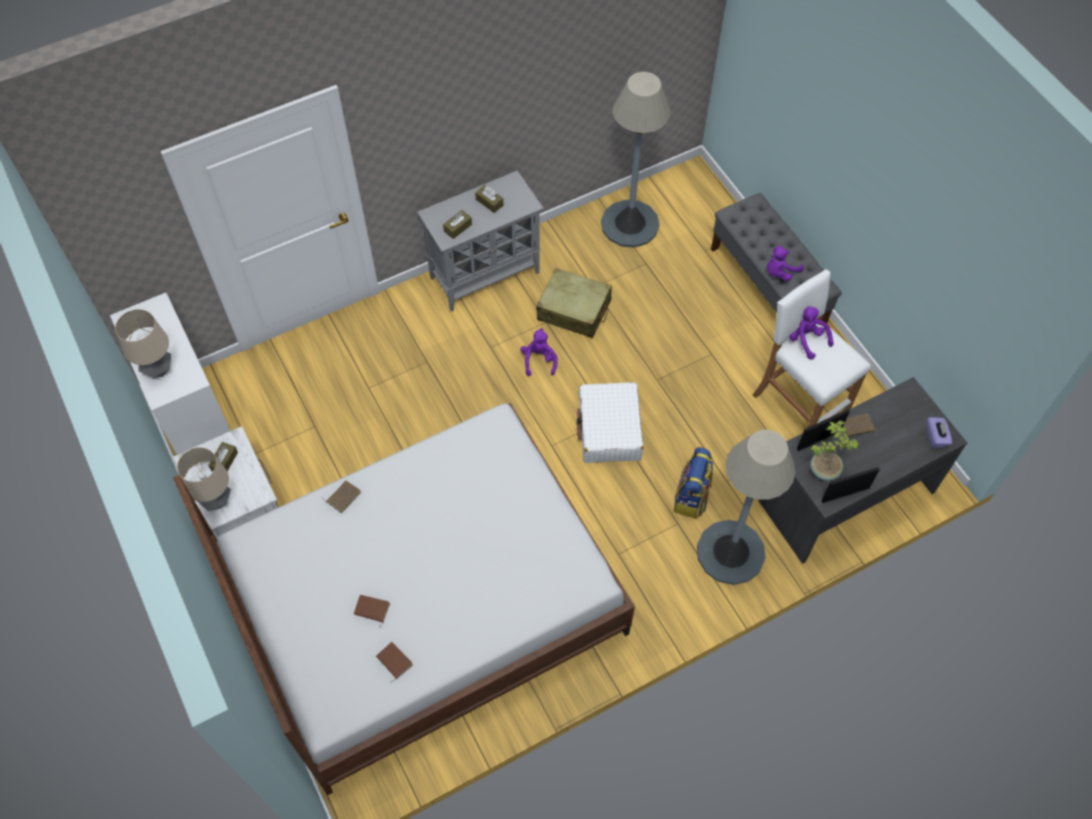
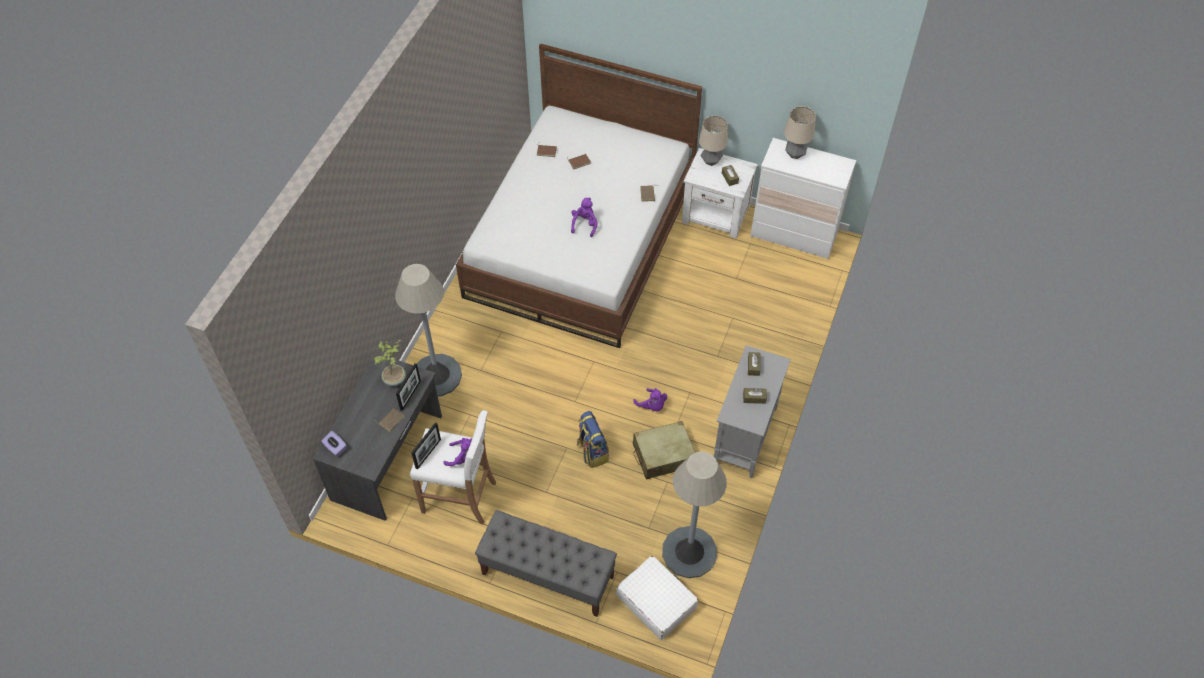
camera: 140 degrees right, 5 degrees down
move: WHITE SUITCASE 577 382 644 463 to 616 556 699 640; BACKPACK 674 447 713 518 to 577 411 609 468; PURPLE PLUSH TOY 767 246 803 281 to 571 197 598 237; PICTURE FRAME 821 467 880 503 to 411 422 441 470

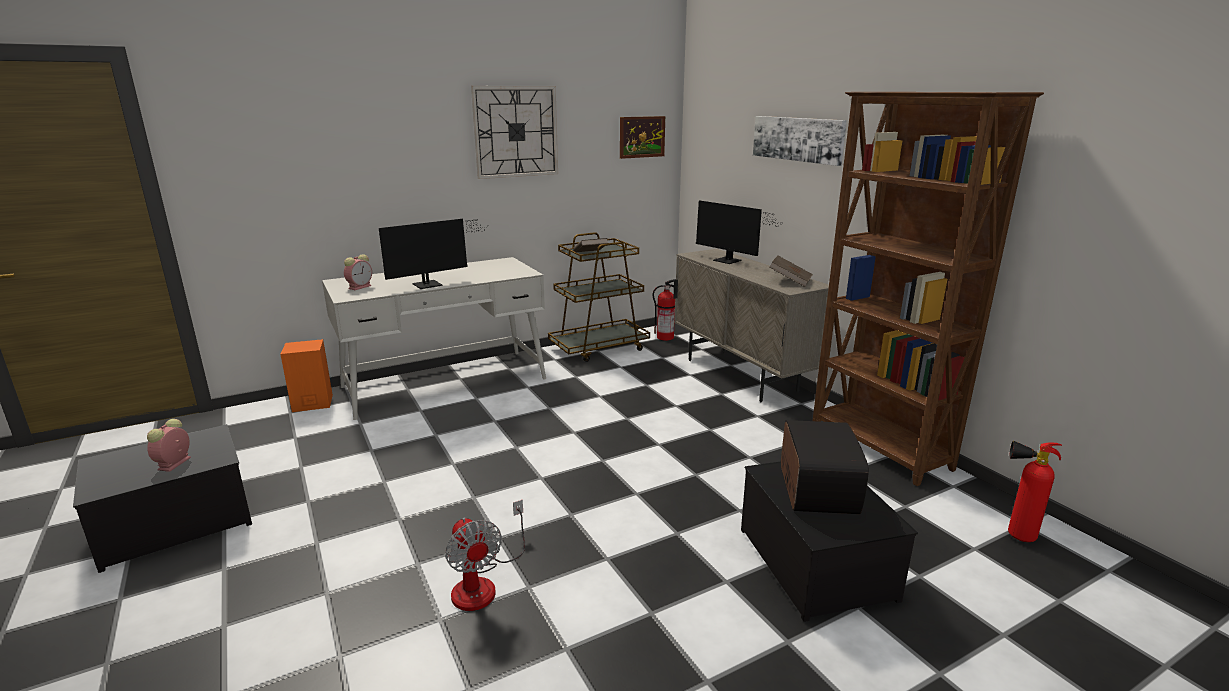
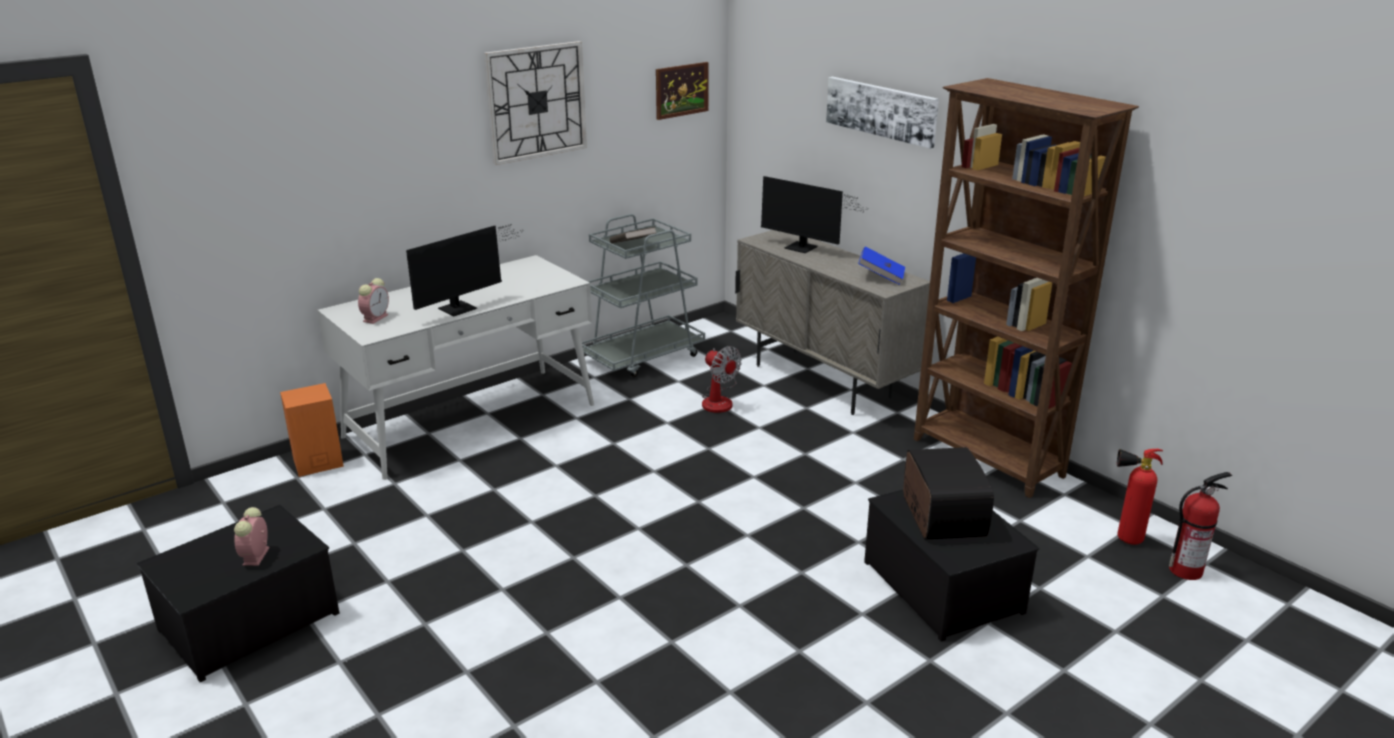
camera: 10 degrees left, 5 degrees up
move: FAN 445 500 525 611 to 702 346 742 413; FIRE EXTINGUISHER 653 279 676 341 to 1169 472 1232 580
recolor: BROWN CART 548 232 650 362 to GREY CART 582 214 705 377; BROWN BOOK 769 256 813 287 to BLUE BOOK 858 247 905 285

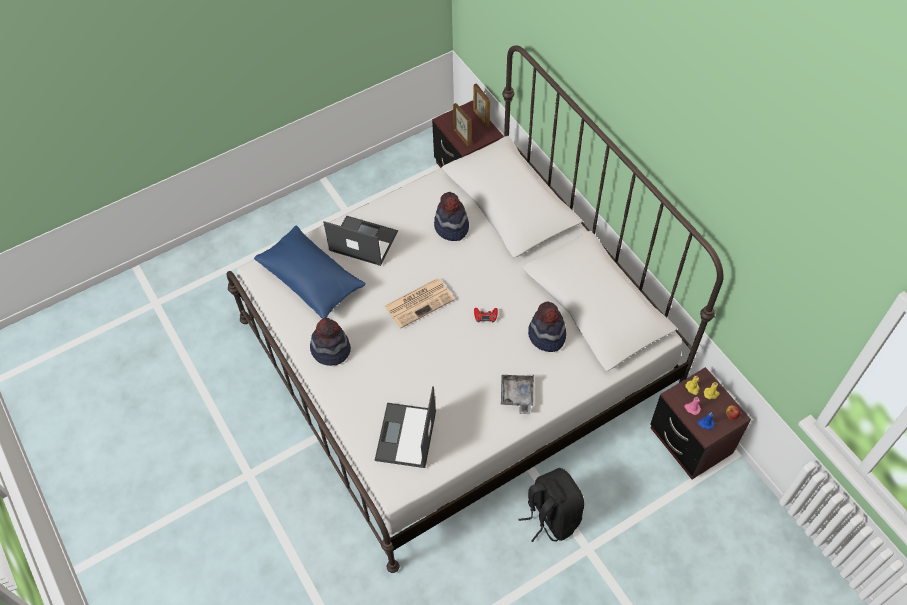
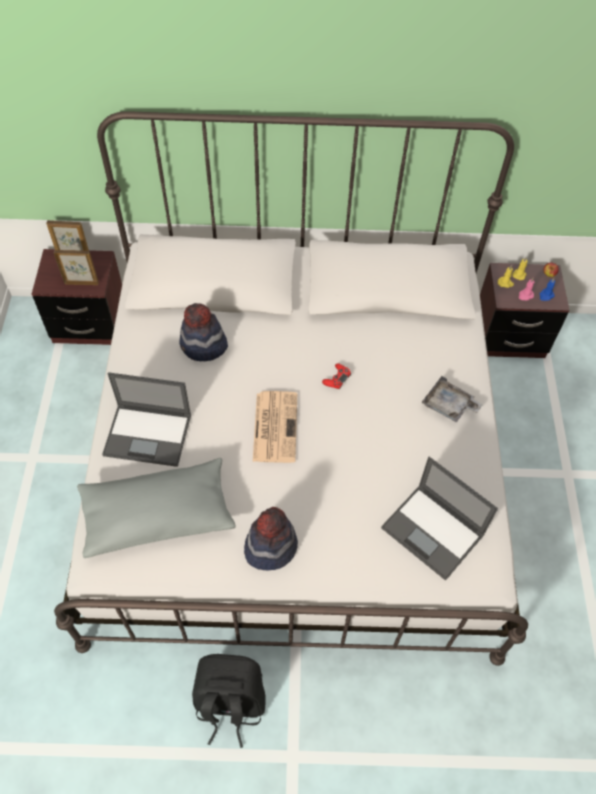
camera: 60 degrees left, 0 degrees up
delete: HAT 528 302 566 352
move: BLACK BACKPACK 518 468 584 542 to 192 654 266 748
recolor: BLUE PILLOW 254 225 366 319 to GREY PILLOW 77 458 236 558
rotate: LAPTOP 323 215 398 266 = 102 372 191 467 135 degrees counterclockwise

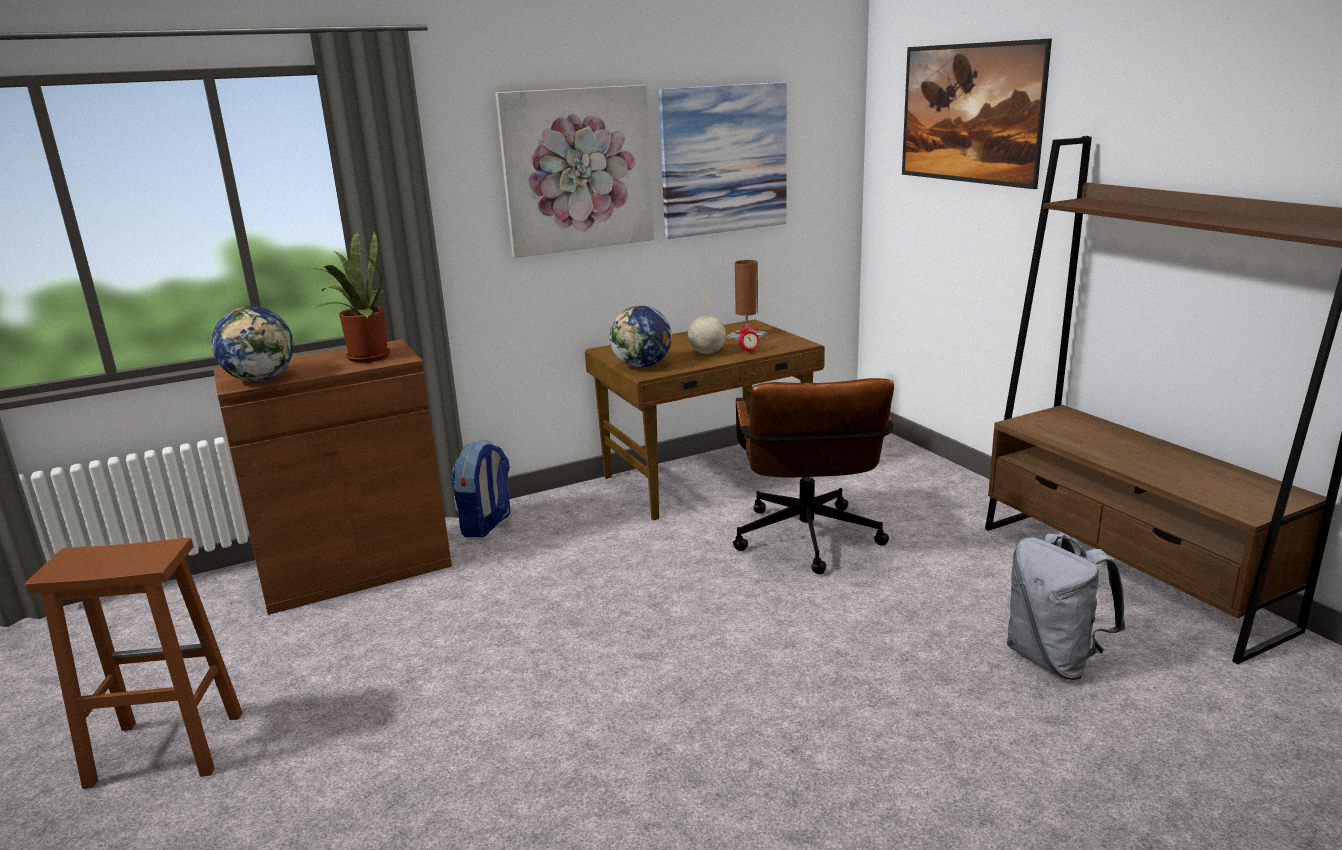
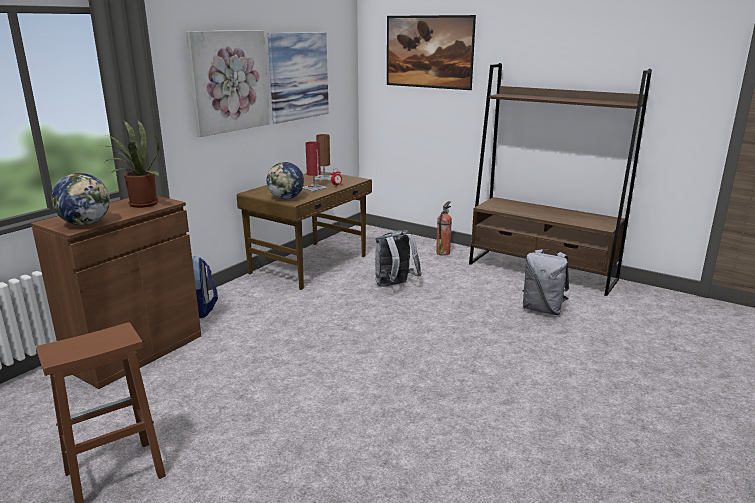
camera: 30 degrees left, 0 degrees up
insert: FIRE EXTINGUISHER 436 201 452 256
replace: GLOBE 688 294 726 354 to RED TABLE LAMP 302 141 327 192; BROWN OFFICE CHAIR 733 378 894 574 to GREY BACKPACK 375 230 422 287

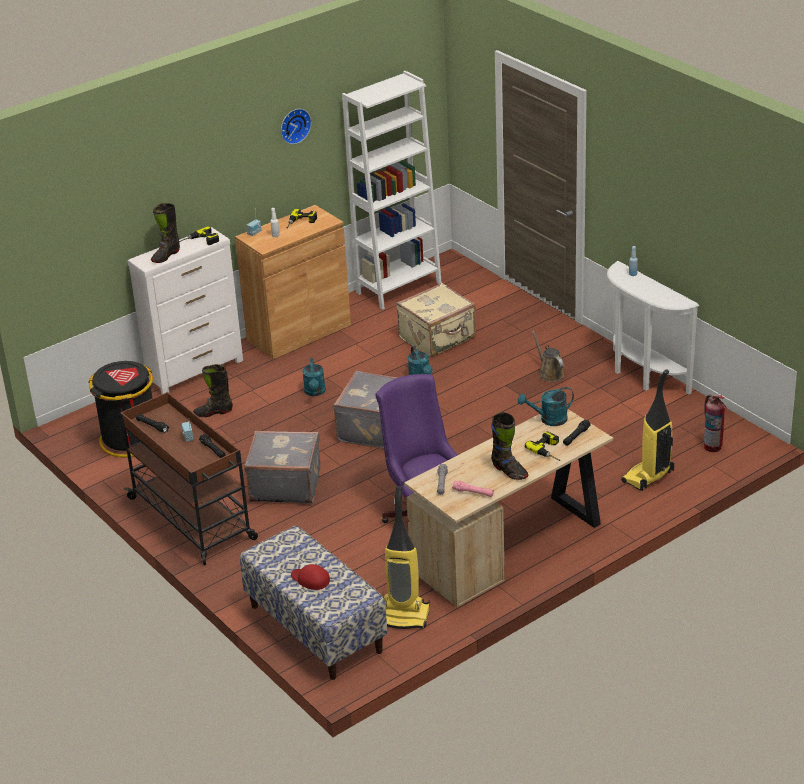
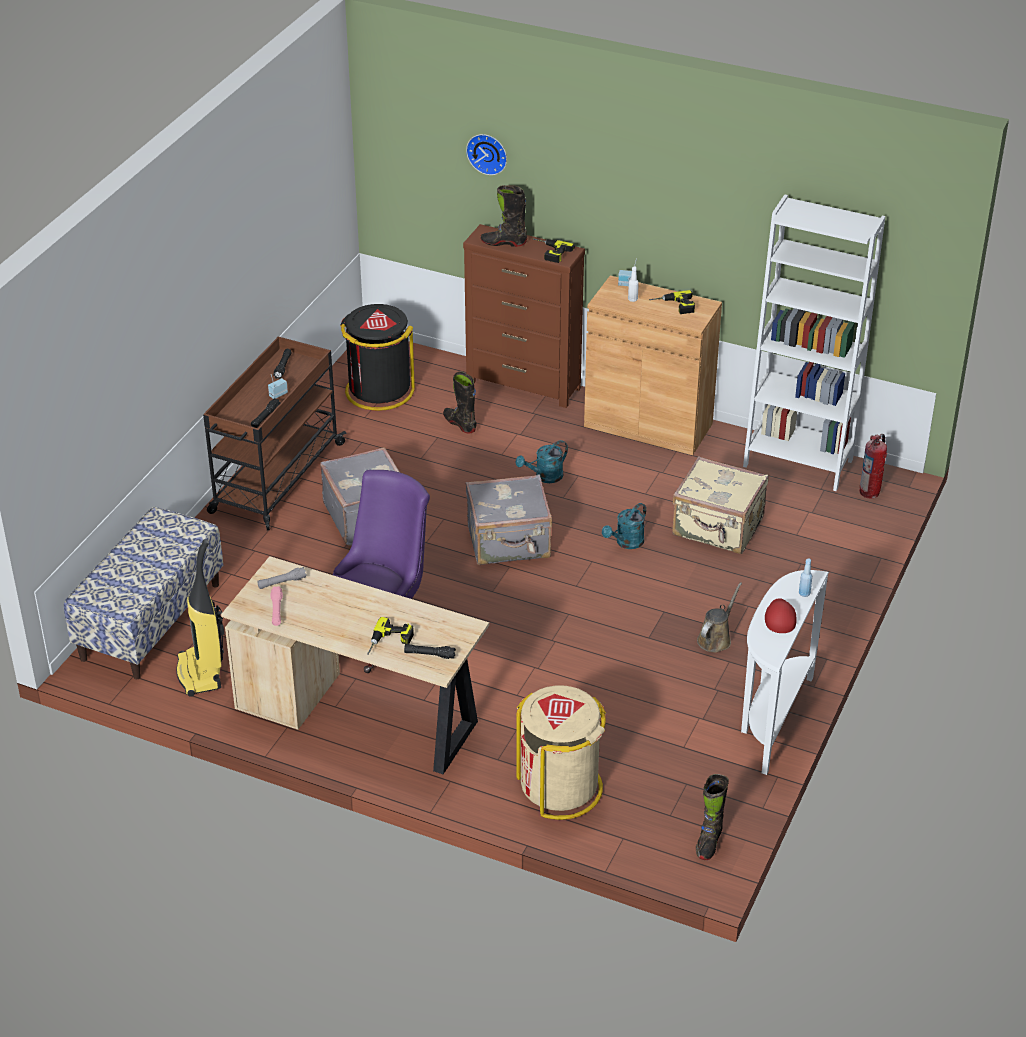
camera: 60 degrees right, 5 degrees up
delete: TURQUOISE WATERING CAN 518 387 574 426
move: WALL CLOCK 281 109 312 144 to 466 134 507 175; RED CAP 291 564 330 590 to 765 598 796 633; BLACK BOOT 491 412 528 480 to 696 774 729 860; FIRE EXTINGUISHER 704 394 726 452 to 859 434 887 498
replace: VACUUM CLEANER 621 369 674 491 to BEIGE TRASH CAN 516 685 606 820
recolor: WHITE DRESSER 128 227 243 394 to BROWN DRESSER 463 224 585 408

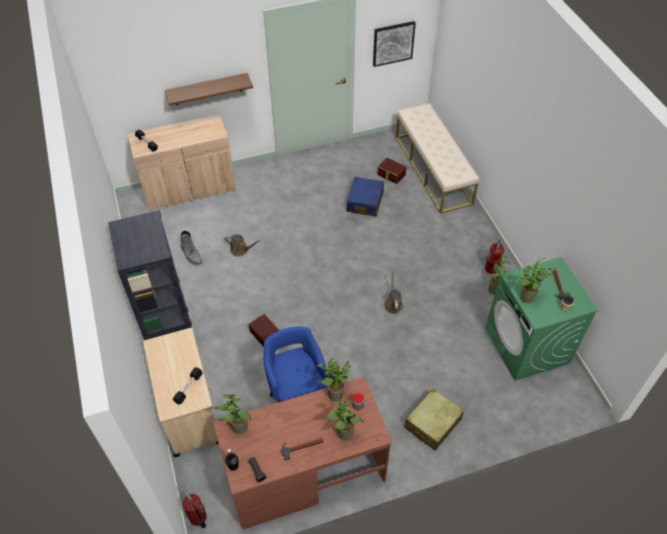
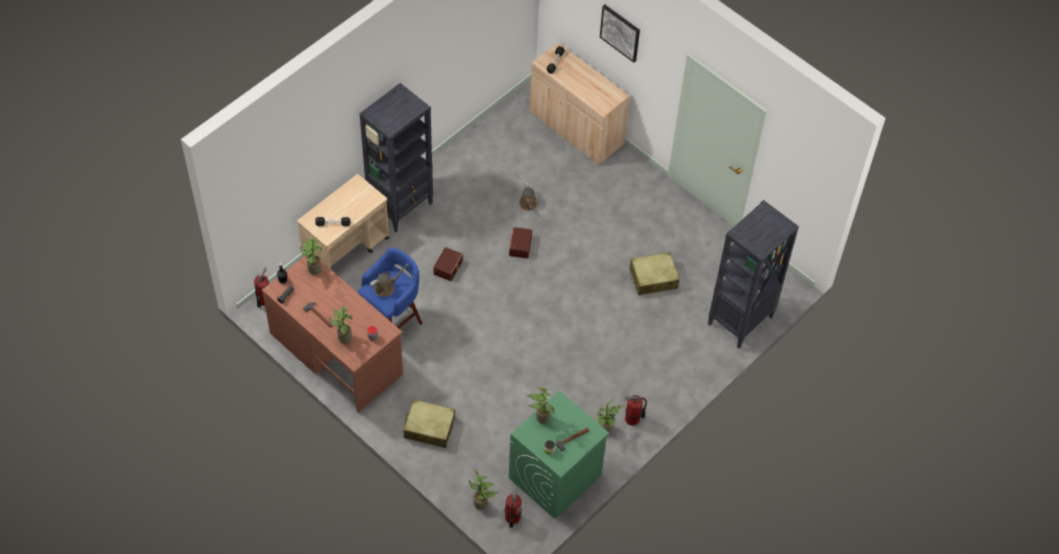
camera: 60 degrees right, 5 degrees up
delete: SHELF 165 73 253 105; GREY BOOT 180 231 203 265
insert: FIRE EXTINGUISHER 505 485 522 528
move: POTTED PLANT 316 358 351 402 to 469 469 499 510; PICTURE 373 21 416 67 to 600 5 640 63; BROWN STORAGE BOX 377 158 407 184 to 509 227 532 259; BROWN WATERING CAN 384 271 403 314 to 370 263 409 297
replace: BEIGE BENCH 396 103 479 214 to BLACK BOOKCASE 708 200 799 349
recolor: BLUE SUITCASE 347 177 384 217 to BEIGE SUITCASE 629 252 680 295

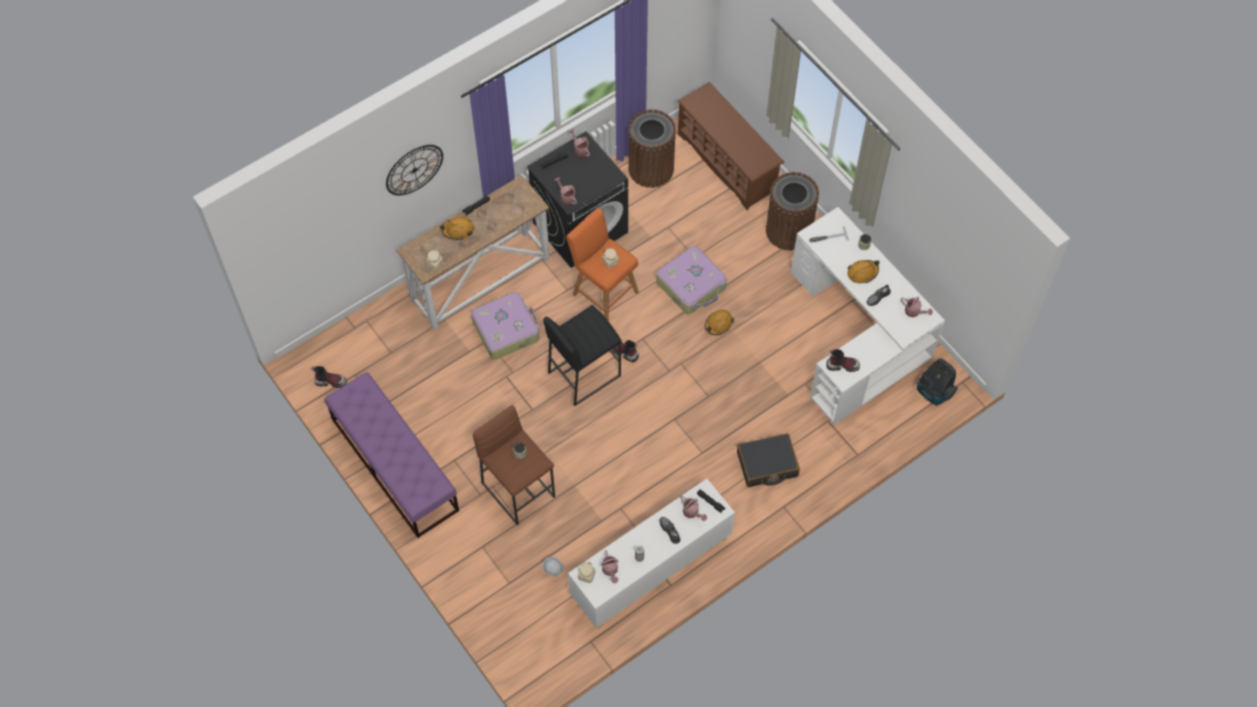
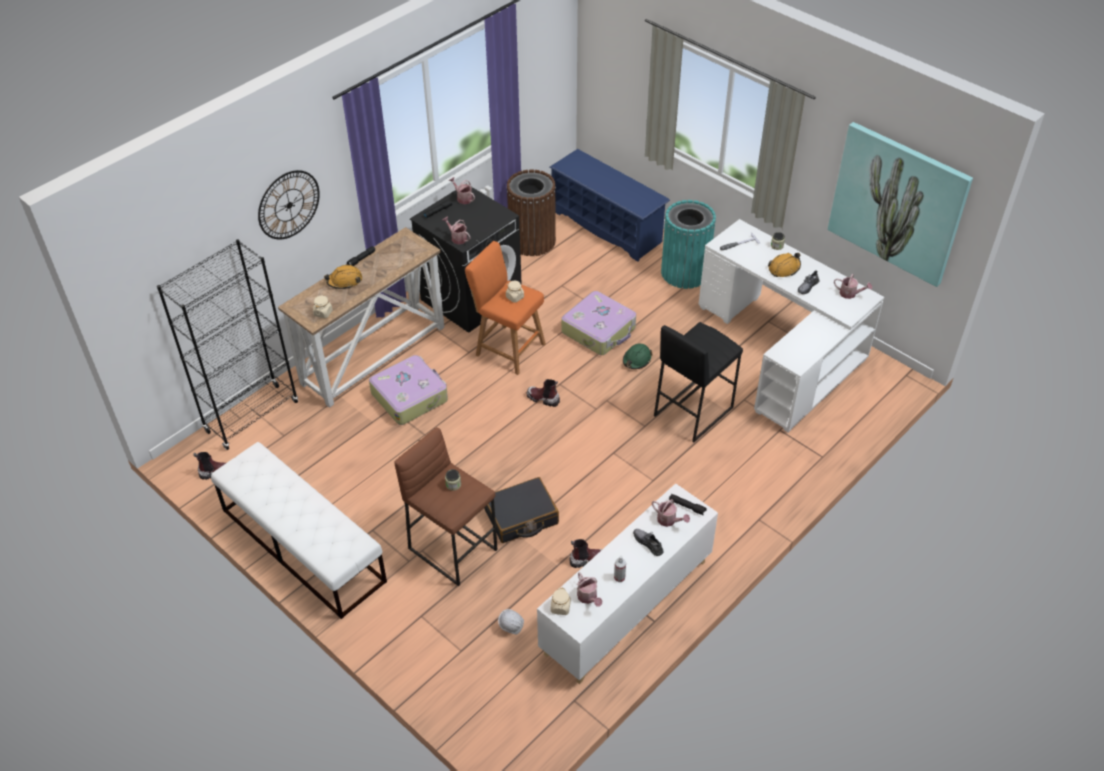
camera: 10 degrees left, 15 degrees down
delete: VACUUM CLEANER 917 358 958 406
insert: BLACK BOOKCASE 157 239 298 450; PICTURE 828 122 973 287
move: BLACK STOOL 543 305 622 406 to 654 322 743 442; BLACK SUITCASE 737 433 800 487 to 484 477 559 543; BOOT 826 349 860 372 to 569 539 602 568
recolor: PURPLE BENCH 325 372 459 538 to WHITE BENCH 211 442 387 619; BROWN SHOE RACK 677 82 784 210 to BLUE SHOE RACK 550 149 670 262; ORANGE HARD HAT 705 310 734 335 to GREEN HARD HAT 623 343 652 369; BROWN TRASH CAN 766 172 819 251 to TURQUOISE TRASH CAN 661 200 716 289

